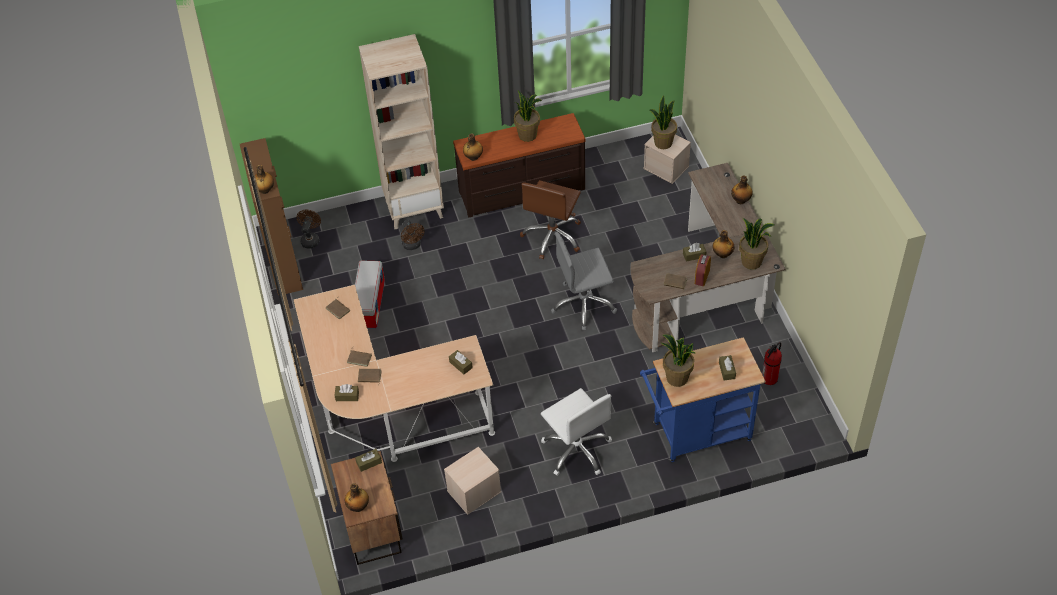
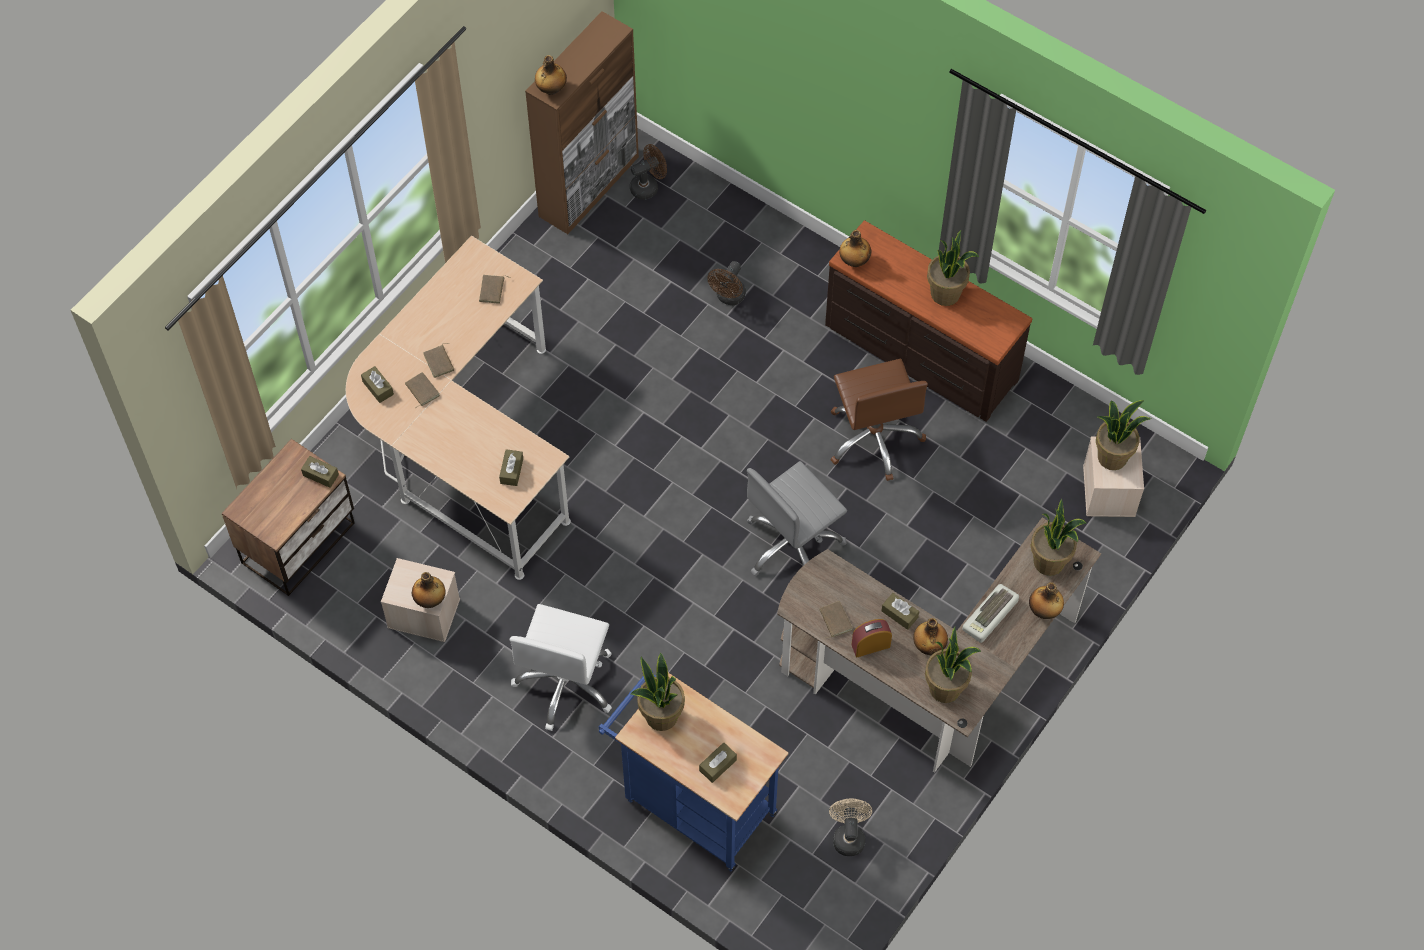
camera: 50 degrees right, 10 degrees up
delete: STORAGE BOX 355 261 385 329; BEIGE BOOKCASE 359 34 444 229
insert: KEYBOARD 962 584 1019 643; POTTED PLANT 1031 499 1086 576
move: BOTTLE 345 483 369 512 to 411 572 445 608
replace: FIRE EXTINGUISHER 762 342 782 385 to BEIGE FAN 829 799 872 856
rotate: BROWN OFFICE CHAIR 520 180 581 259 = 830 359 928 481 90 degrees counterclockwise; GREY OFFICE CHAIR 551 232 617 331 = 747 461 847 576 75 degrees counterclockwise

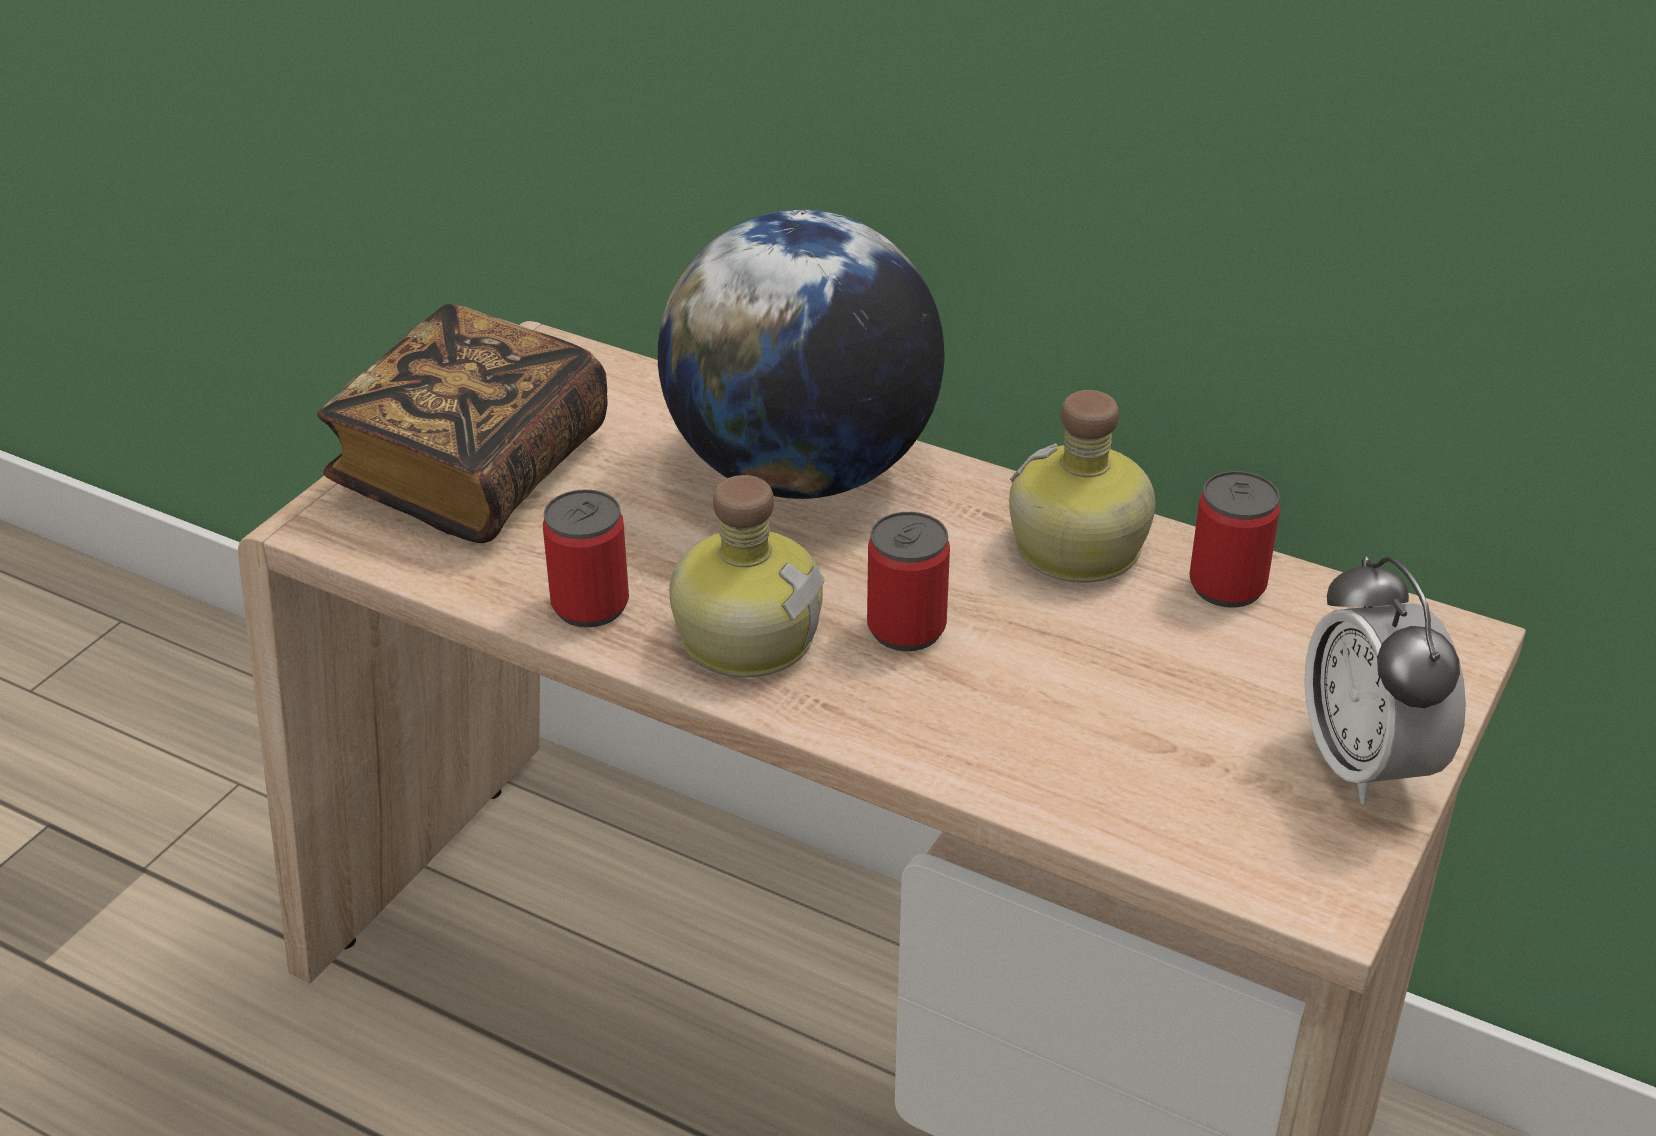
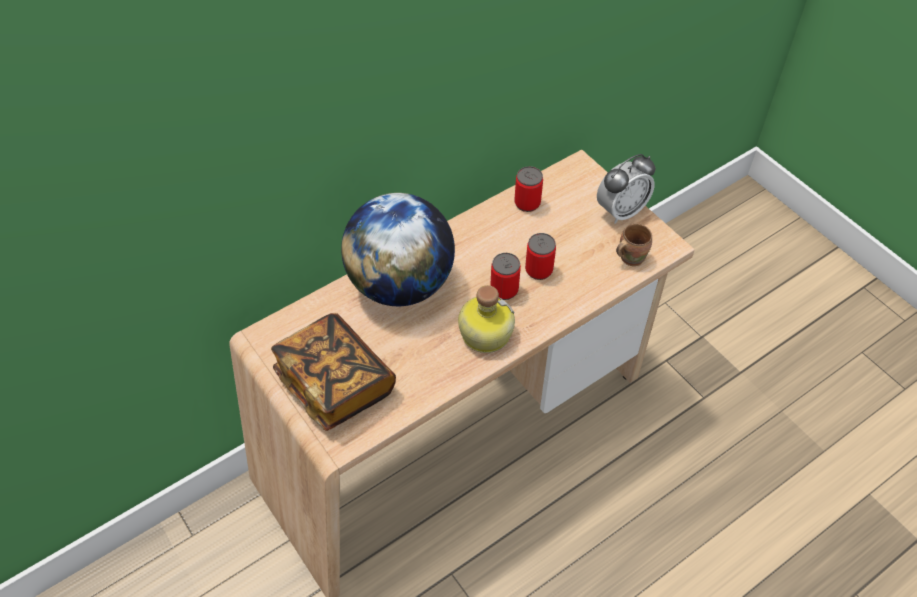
camera: 65 degrees left, 15 degrees up
delete: BOTTLE 1009 390 1155 583
insert: BROWN MUG 616 223 652 266
move: CAN 543 489 629 627 to 525 233 556 280
rotate: ALARM CLOCK 1305 556 1466 804 = 597 154 656 224 45 degrees counterclockwise

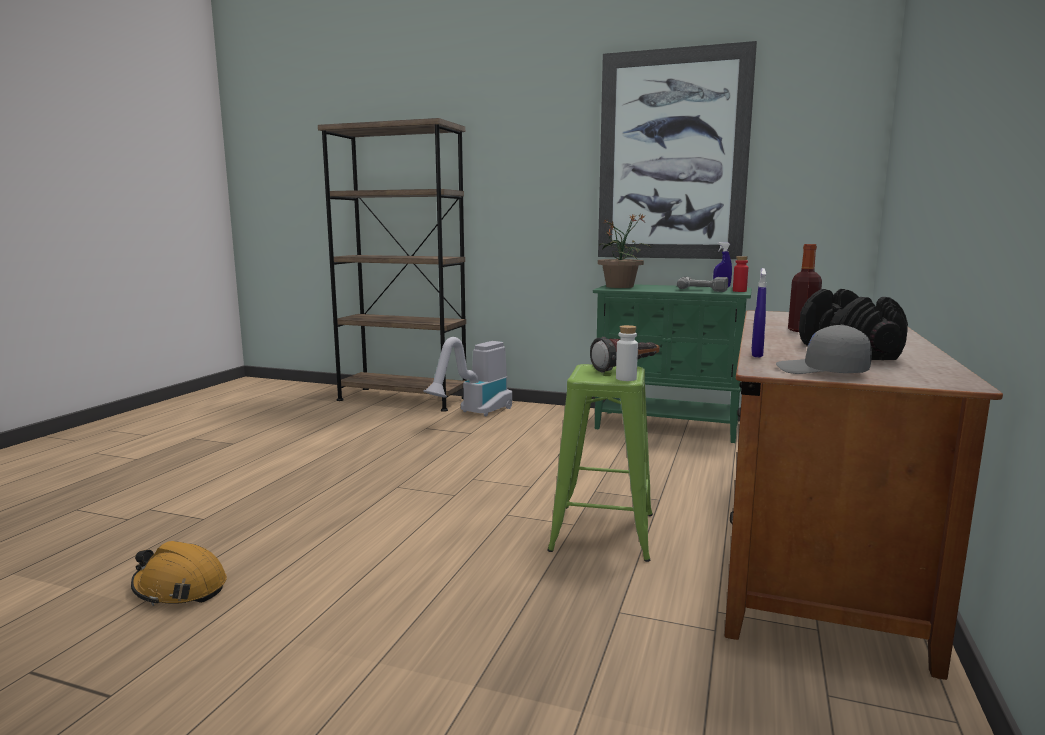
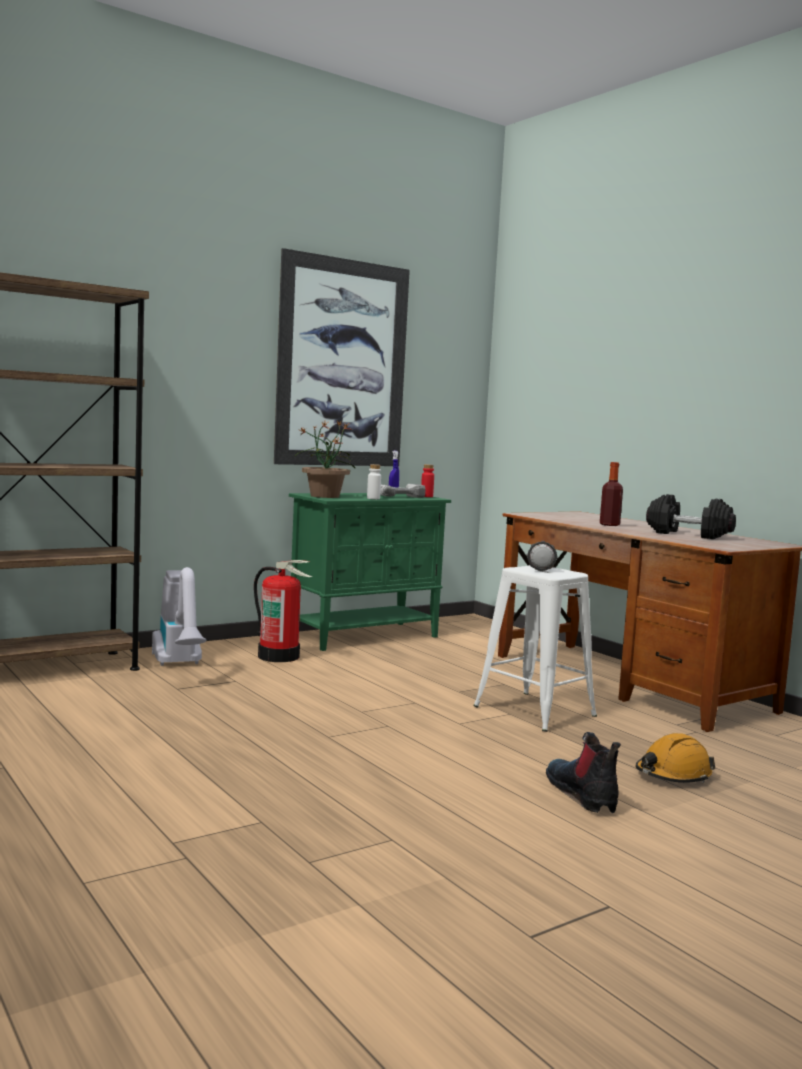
camera: 55 degrees left, 5 degrees down
delete: BLUE SPRAY BOTTLE 751 268 767 357; GREY CAP 776 324 872 374
insert: FIRE EXTINGUISHER 254 560 313 662; BOOT 546 732 621 813
move: ORANGE HARD HAT 131 541 227 606 to 635 733 715 783; WHITE BOTTLE 616 325 638 381 to 367 464 381 499
recolor: GREEN STOOL 547 364 653 562 to WHITE STOOL 473 565 597 732

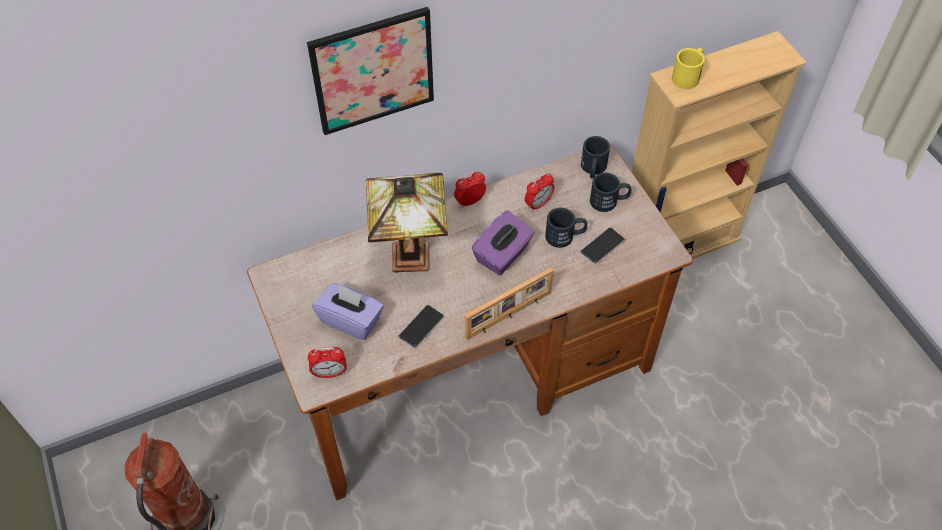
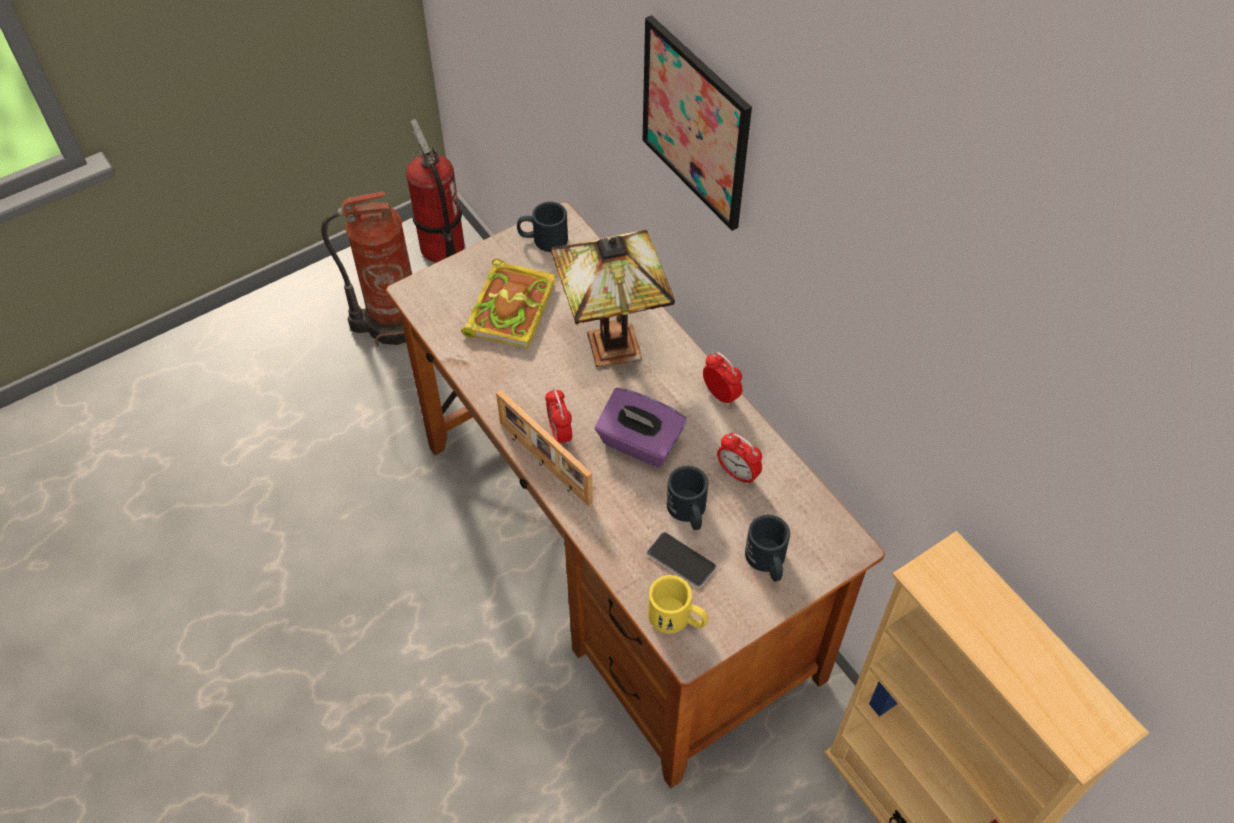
camera: 80 degrees right, 0 degrees up
delete: PHONE 398 305 444 348
insert: FIRE EXTINGUISHER 406 119 464 263
move: ALARM CLOCK 308 347 347 378 to 545 388 572 444; BLACK MUG 581 136 610 179 to 517 202 568 252; YELLOW MUG 672 48 705 89 to 648 575 708 634
replace: PURPLE TISSUE BOX 312 283 384 340 to BOOK 461 259 556 349

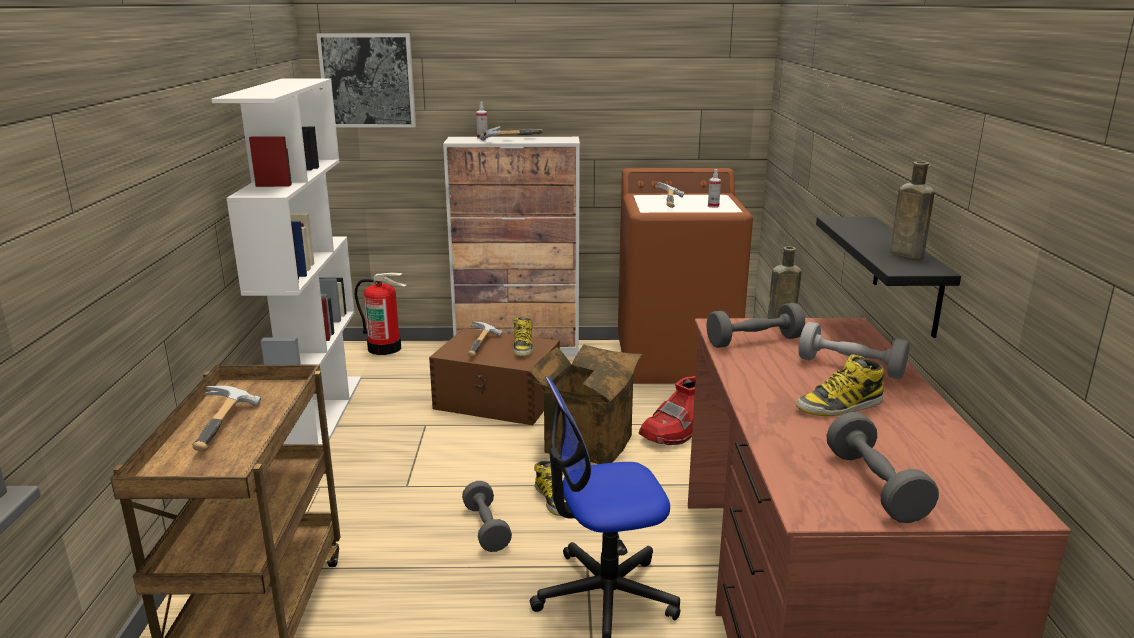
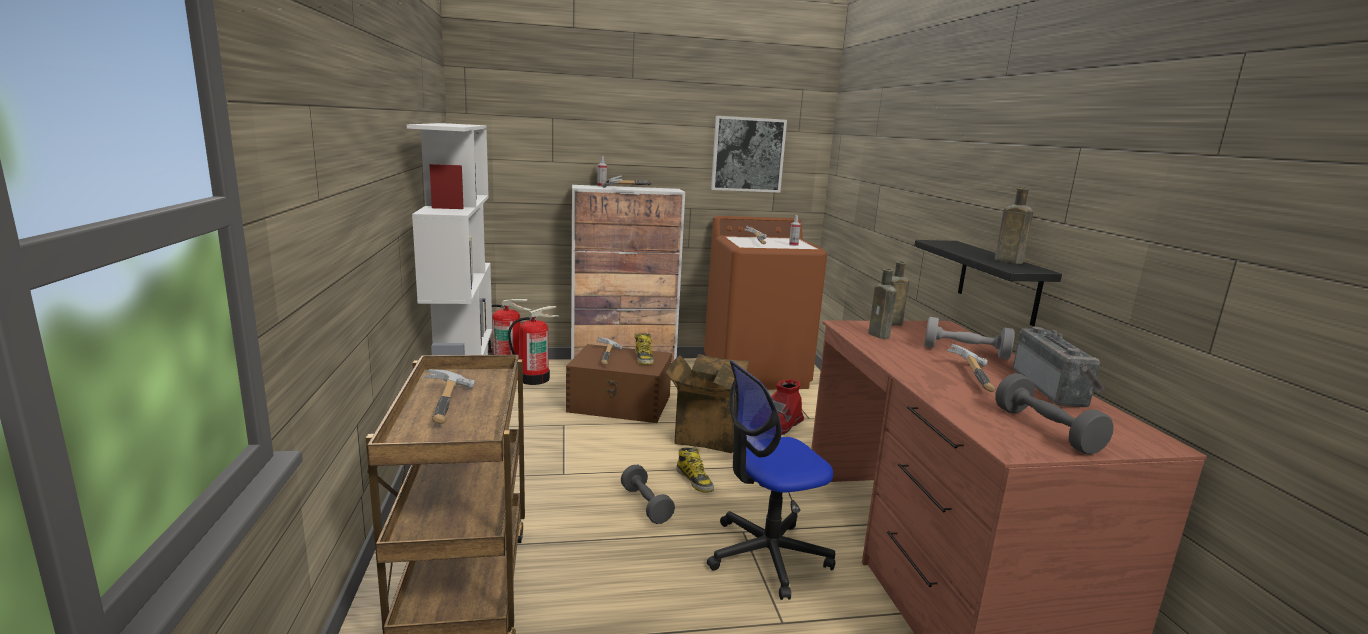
camera: 10 degrees left, 5 degrees down
insert: FIRE EXTINGUISHER 508 306 559 385; RADIO 1013 327 1105 407
move: PICTURE 317 33 416 127 to 711 116 787 193
replace: GREY DUMBBELL 707 303 805 348 to BROWN BOTTLE 868 269 897 339; BOOT 796 354 884 416 to HAMMER 947 344 995 392

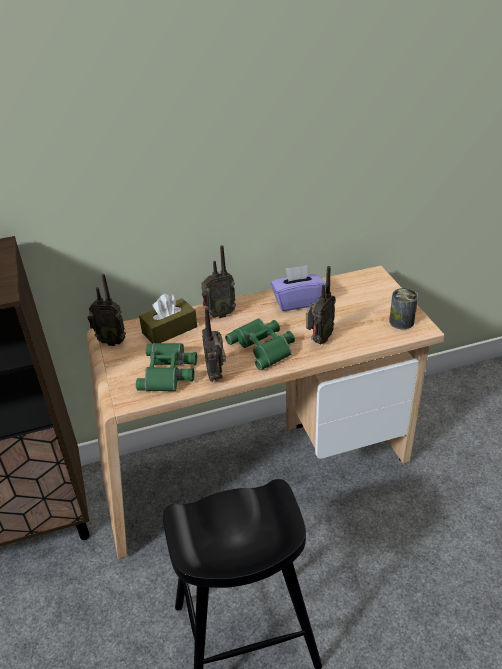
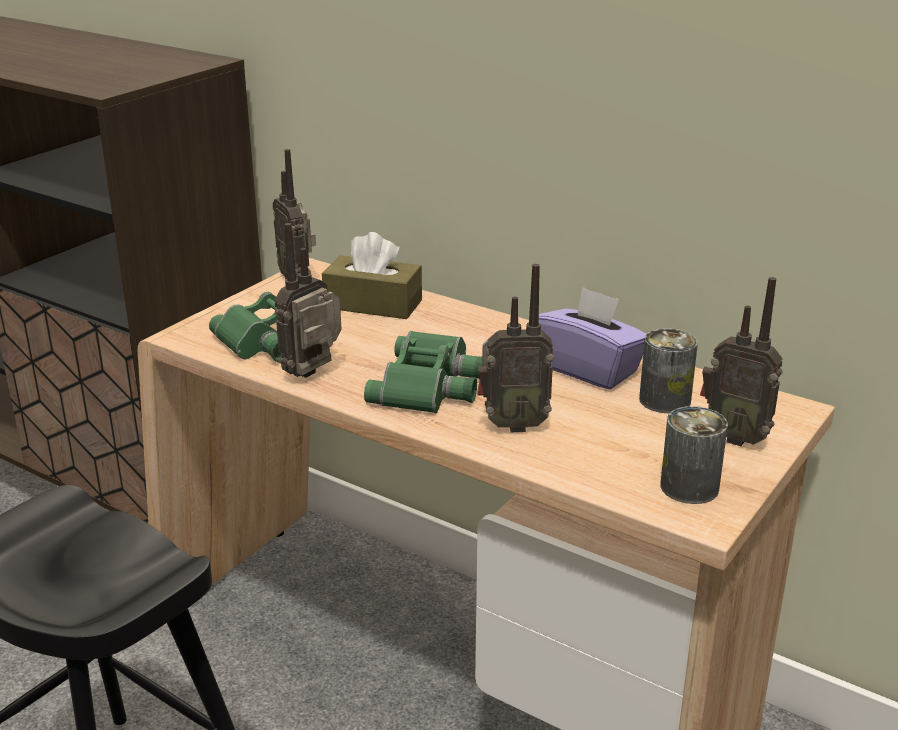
camera: 50 degrees right, 10 degrees down
insert: CAN 639 328 698 413
move: RADIO 201 245 236 318 to 700 277 783 446

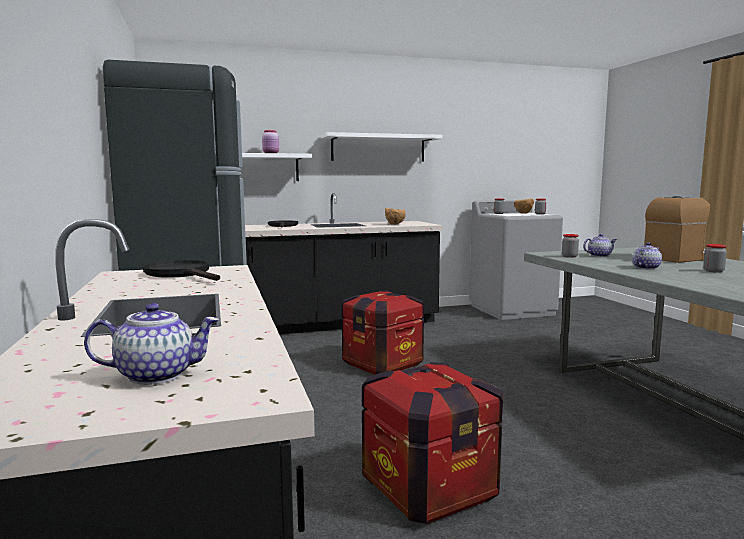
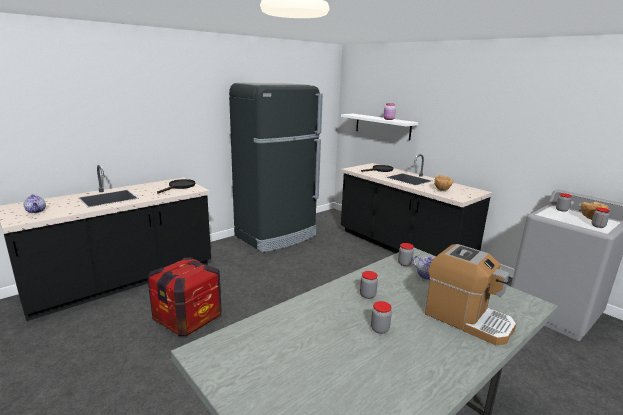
camera: 65 degrees right, 10 degrees up
delete: WHITE SHELF 321 132 443 162; CRATE 342 291 424 375
replace: TEAPOT 632 242 662 270 to JAR 360 271 378 299

